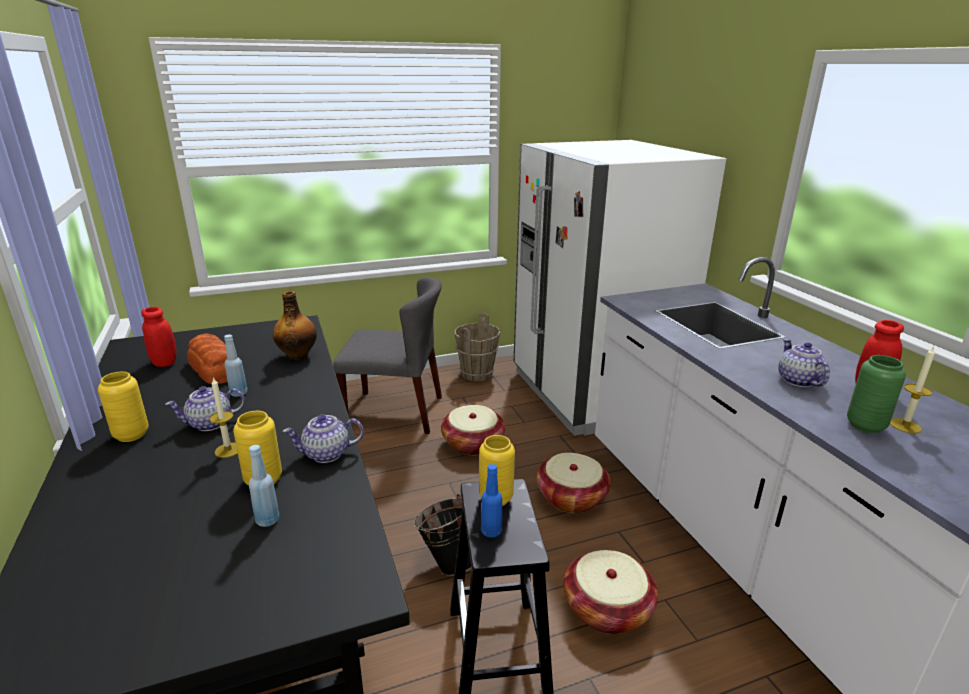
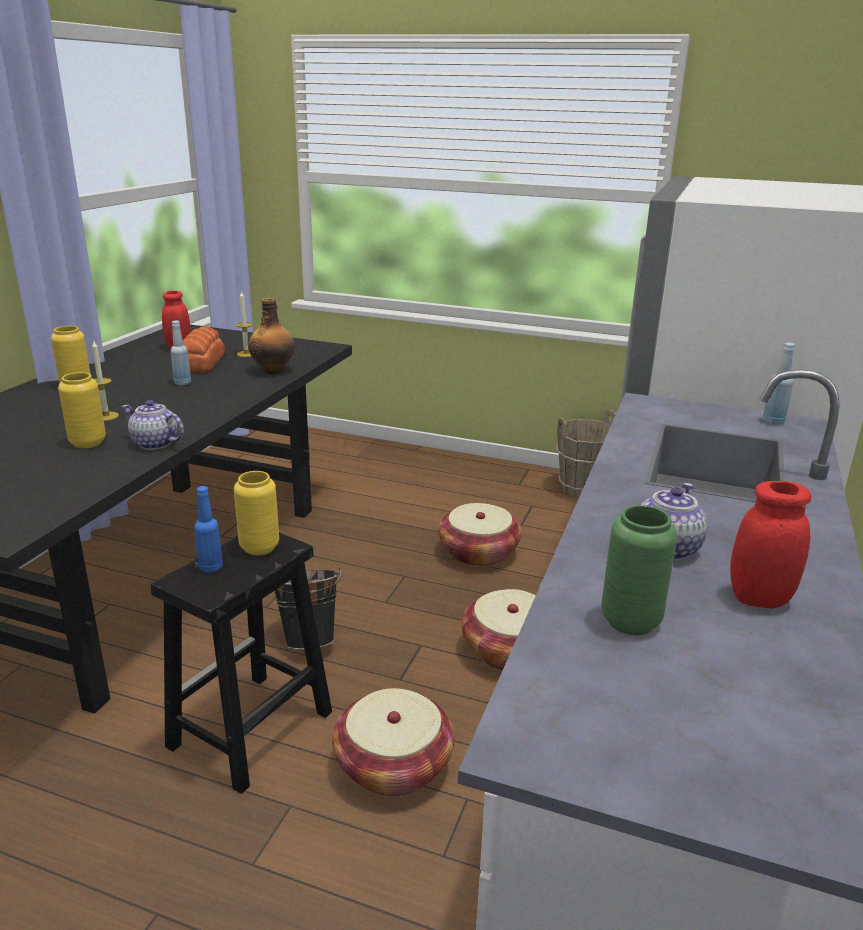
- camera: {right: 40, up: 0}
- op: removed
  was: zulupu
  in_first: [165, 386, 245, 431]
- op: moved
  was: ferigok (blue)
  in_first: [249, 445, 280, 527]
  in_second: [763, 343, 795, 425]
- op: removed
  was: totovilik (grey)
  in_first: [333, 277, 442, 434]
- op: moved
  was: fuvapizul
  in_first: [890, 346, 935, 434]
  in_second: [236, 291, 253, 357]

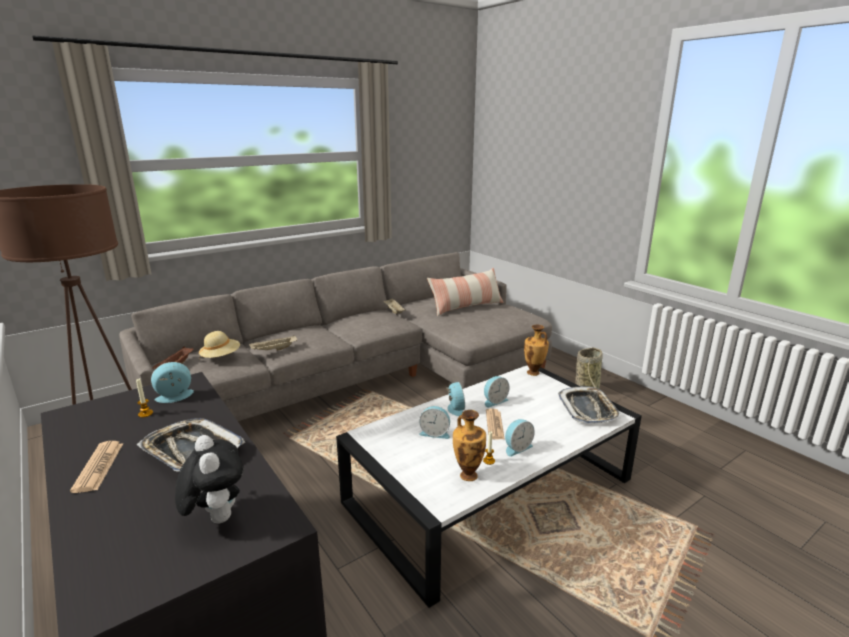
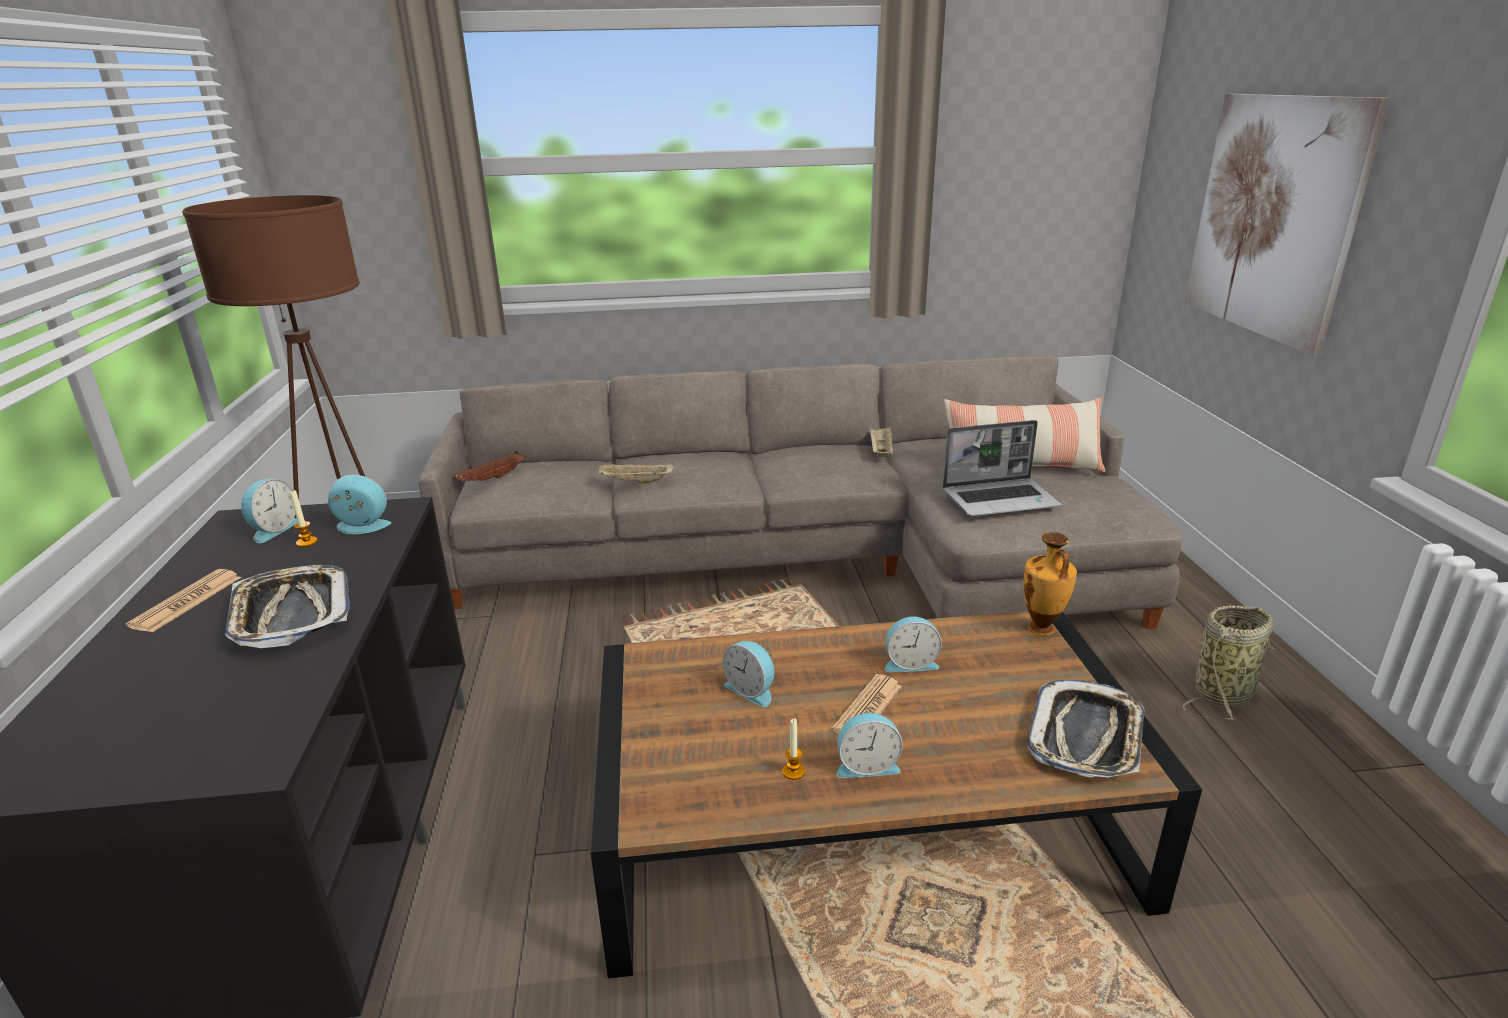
- camera: {right: 30, up: 5}
- op: removed
  was: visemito
  in_first: [175, 435, 244, 524]
- op: removed
  was: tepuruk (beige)
  in_first: [199, 331, 240, 360]
- op: recoloured
  was: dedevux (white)
  now: dedevux (brown)
  in_first: [336, 365, 642, 608]
  in_second: [590, 611, 1202, 979]
- op: moved
  was: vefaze
  in_first: [446, 382, 465, 416]
  in_second: [241, 479, 298, 543]
- op: removed
  was: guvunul
  in_first: [453, 410, 486, 481]
- op: added
  now: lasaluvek
  in_second: [943, 420, 1061, 516]
- op: added
  now: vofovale
  in_second: [1185, 94, 1390, 356]

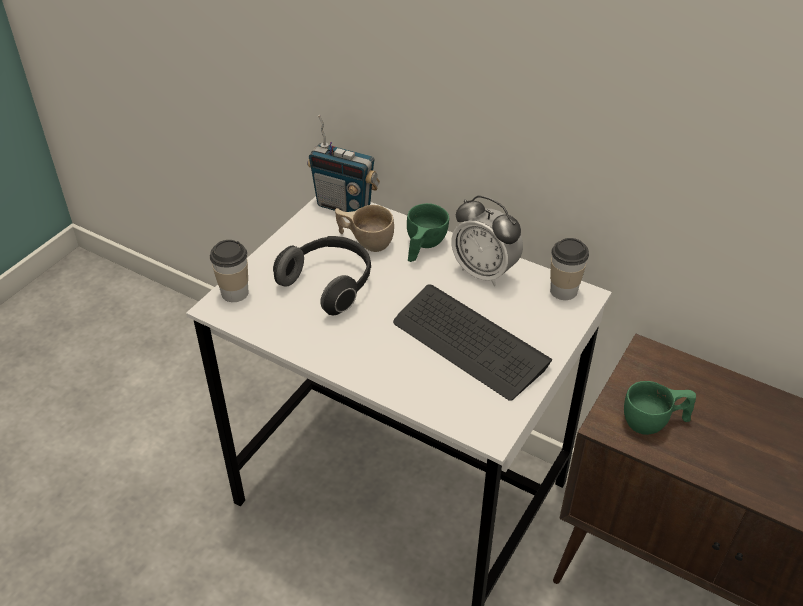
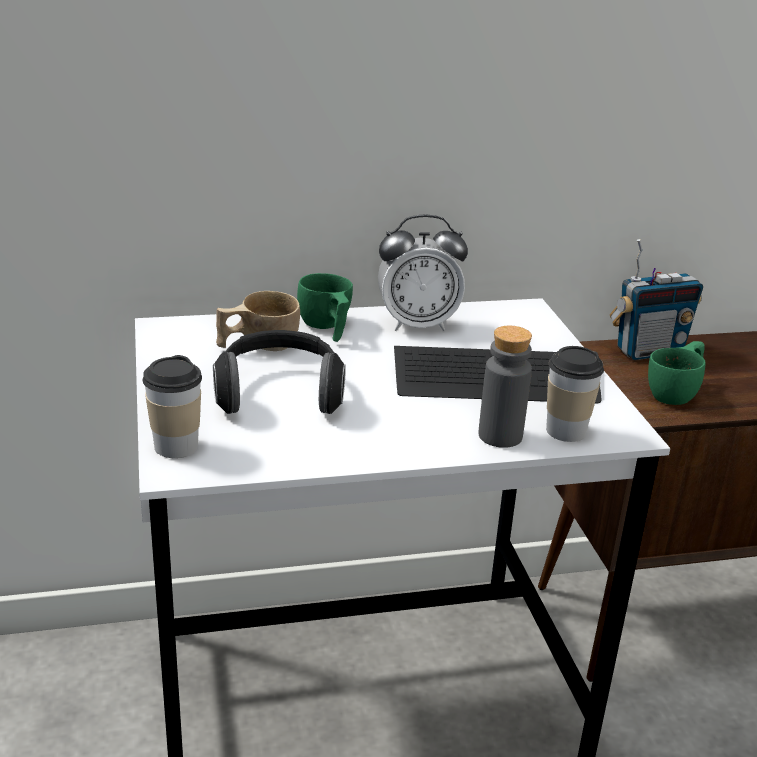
- camera: {right: -45, up: -15}
- op: moved
  was: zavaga
  in_first: [307, 115, 380, 212]
  in_second: [610, 239, 703, 360]
- op: moved
  was: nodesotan
  in_first: [550, 238, 589, 300]
  in_second: [546, 346, 604, 442]
- op: added
  now: ferigok (grey)
  in_second: [478, 325, 532, 448]

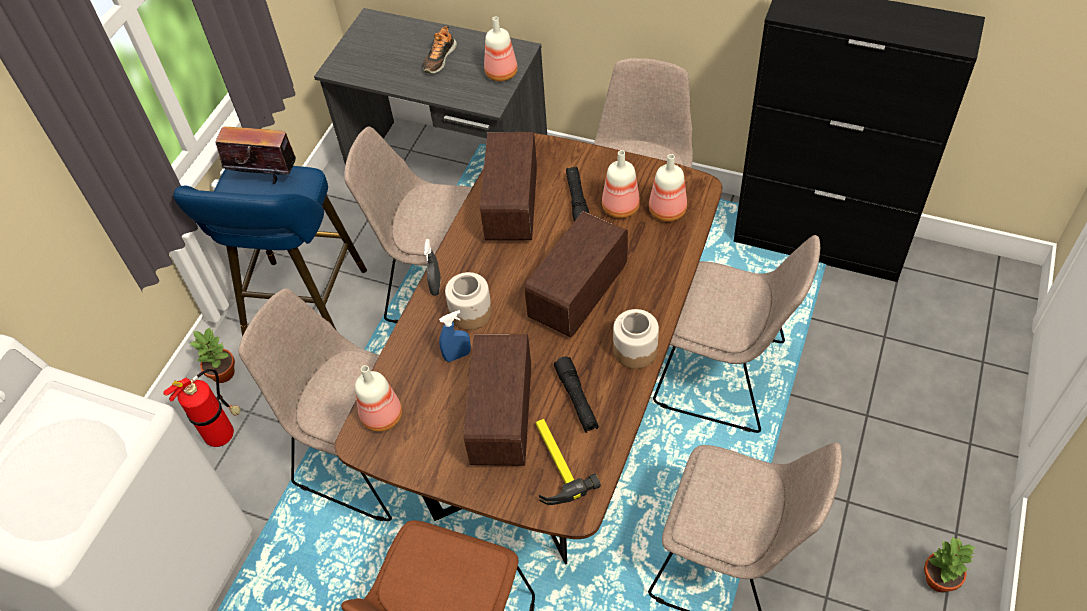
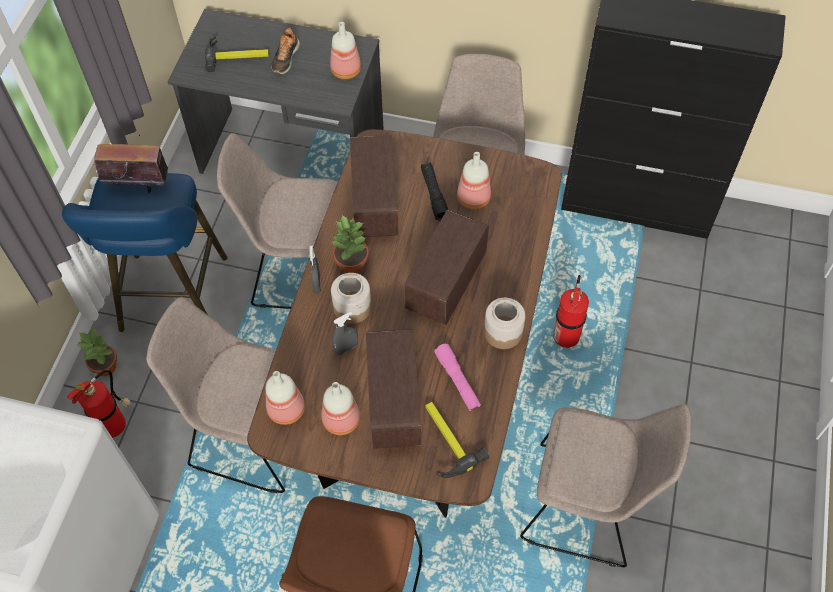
- camera: {right: -10, up: 5}
- op: recoloured
  was: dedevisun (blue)
  now: dedevisun (grey)
  in_first: [439, 310, 471, 362]
  in_second: [332, 312, 358, 355]
- op: recoloured
  was: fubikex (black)
  now: fubikex (pink)
  in_first: [554, 356, 599, 433]
  in_second: [434, 344, 481, 411]
- op: moved
  was: ferigok
  in_first: [649, 154, 687, 222]
  in_second: [321, 382, 360, 435]
- op: replaced
  was: totovilik (beige)
  now: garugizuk
  in_first: [653, 235, 820, 433]
  in_second: [553, 275, 589, 348]
- op: moved
  was: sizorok
  in_first: [924, 536, 976, 593]
  in_second: [331, 215, 369, 273]
- op: added
  now: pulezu
  in_second: [205, 36, 269, 72]

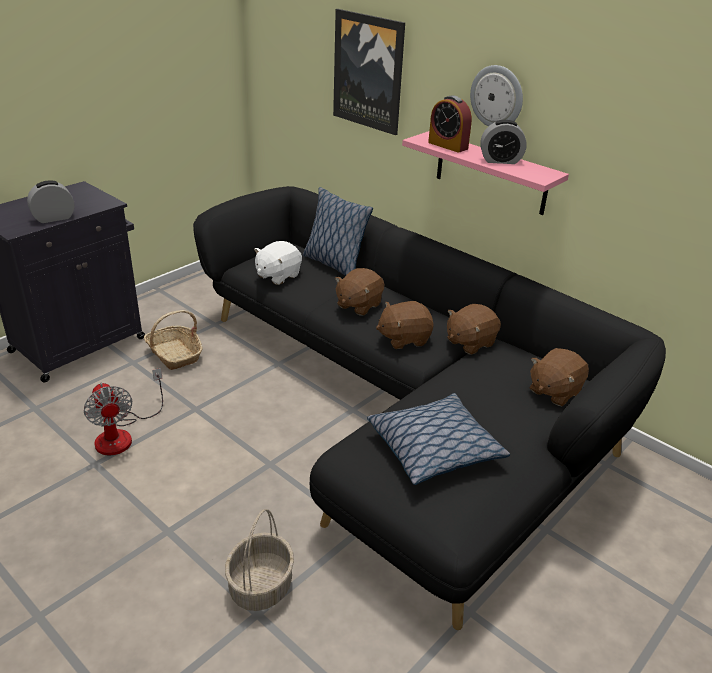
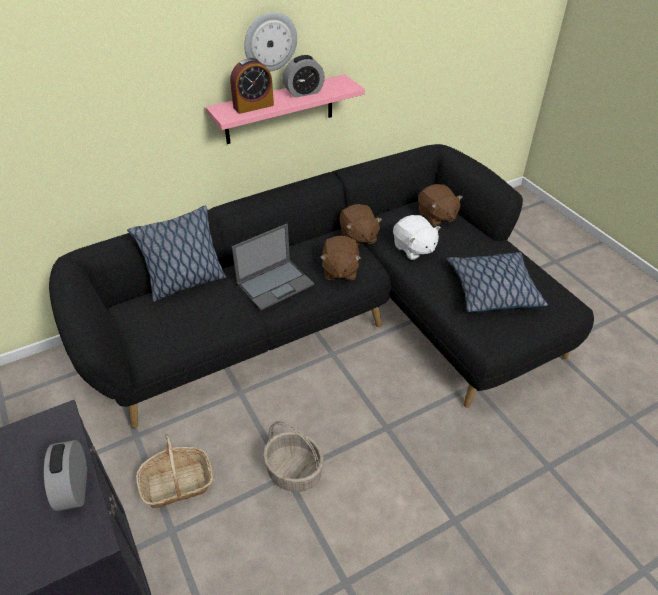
- camera: {right: -70, up: 10}
- op: removed
  was: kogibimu
  in_first: [83, 368, 163, 455]
- op: moved
  was: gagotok
  in_first: [225, 509, 294, 611]
  in_second: [263, 421, 324, 492]
- op: moved
  was: visemito (white)
  in_first: [254, 241, 302, 285]
  in_second: [393, 215, 441, 260]
- op: removed
  was: vofovale
  in_first: [333, 9, 405, 135]
- op: replaced
  was: visemito (brown)
  now: lasaluvek
  in_first: [335, 268, 385, 316]
  in_second: [232, 224, 314, 310]
- op: turned
  was: vefaze
  in_first: [480, 120, 527, 164]
  in_second: [283, 55, 325, 98]
  clockwise: 45

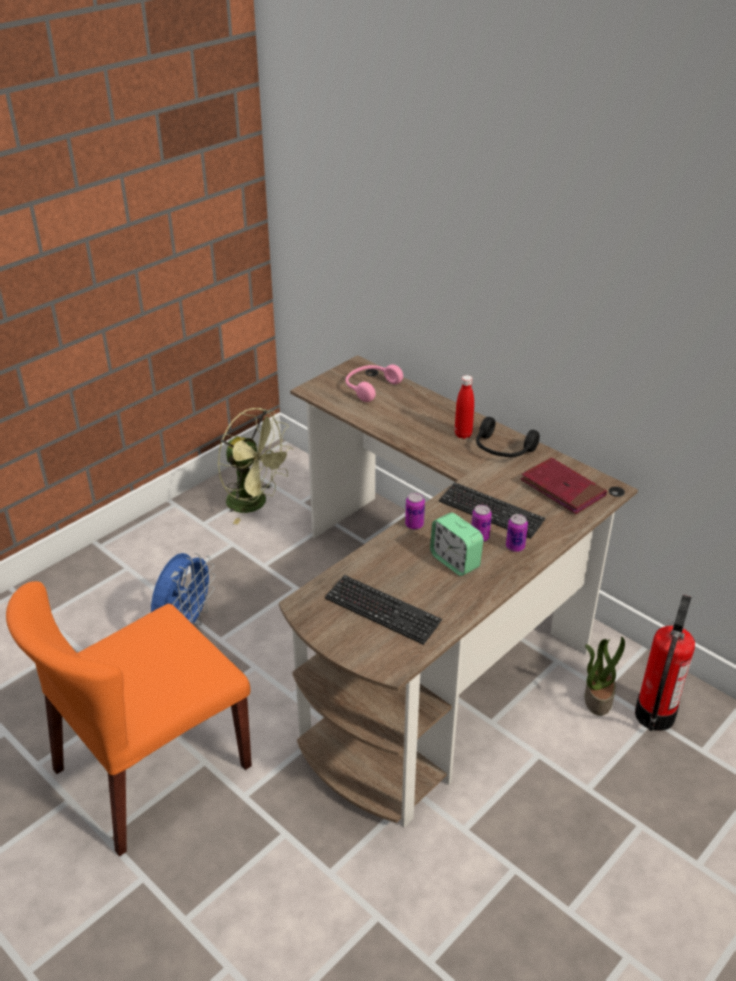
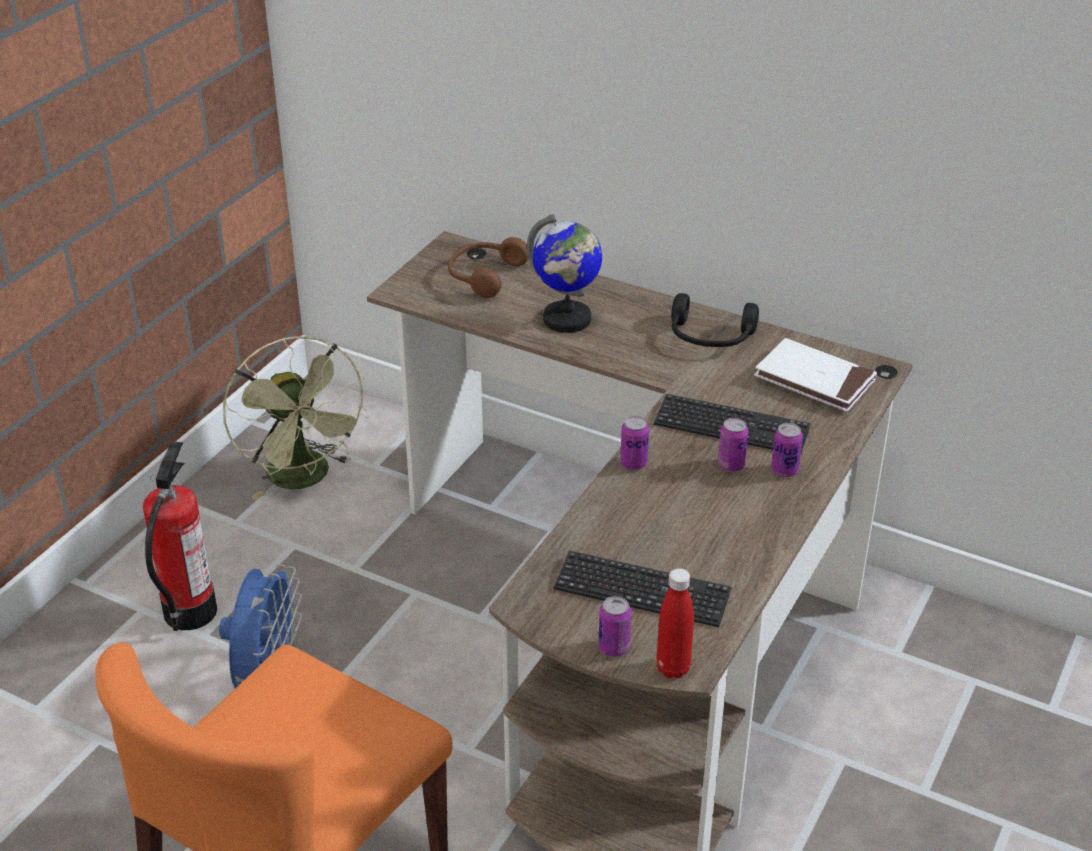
- camera: {right: -15, up: 0}
- op: turned
  was: kogibimu (green)
  in_first: [218, 408, 294, 524]
  in_second: [223, 336, 369, 500]
  clockwise: 45
- op: recoloured
  was: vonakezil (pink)
  now: vonakezil (brown)
  in_first: [346, 364, 403, 402]
  in_second: [448, 237, 529, 298]
- op: removed
  was: vefaze
  in_first: [430, 512, 484, 576]
- op: moved
  was: ferigok (red)
  in_first: [455, 375, 474, 439]
  in_second: [656, 568, 694, 679]
- op: recoloured
  was: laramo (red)
  now: laramo (white)
  in_first: [521, 458, 607, 514]
  in_second: [754, 338, 877, 412]
- op: removed
  was: sizorok
  in_first: [584, 637, 625, 716]
- op: moved
  was: garugizuk
  in_first: [635, 595, 695, 731]
  in_second: [143, 441, 217, 631]
- op: added
  now: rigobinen
  in_second: [527, 214, 602, 333]
- op: added
  now: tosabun
  in_second: [599, 596, 632, 657]

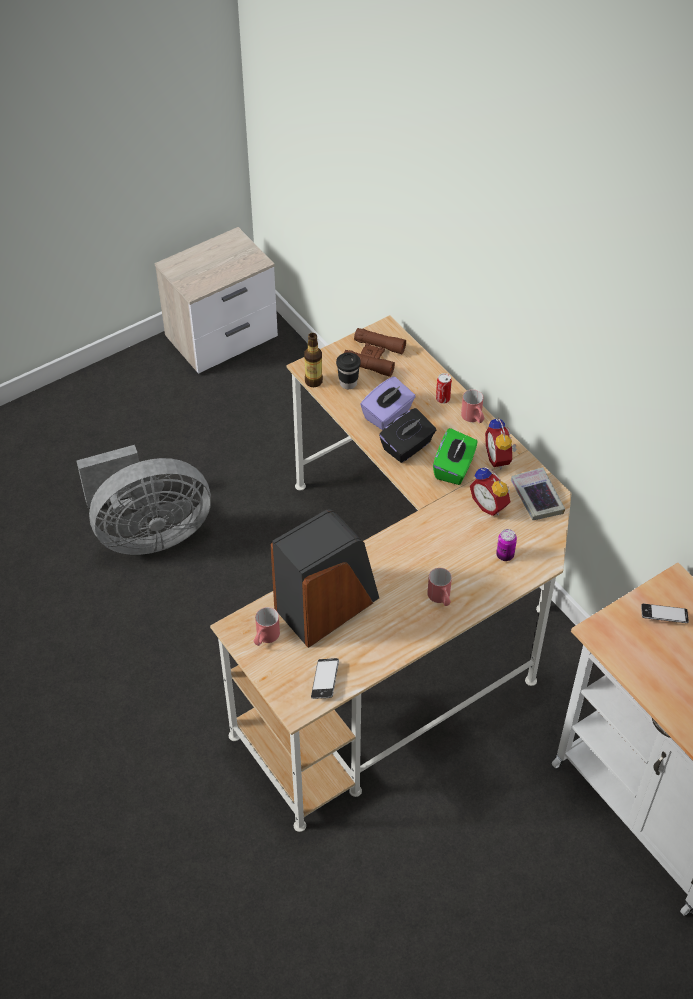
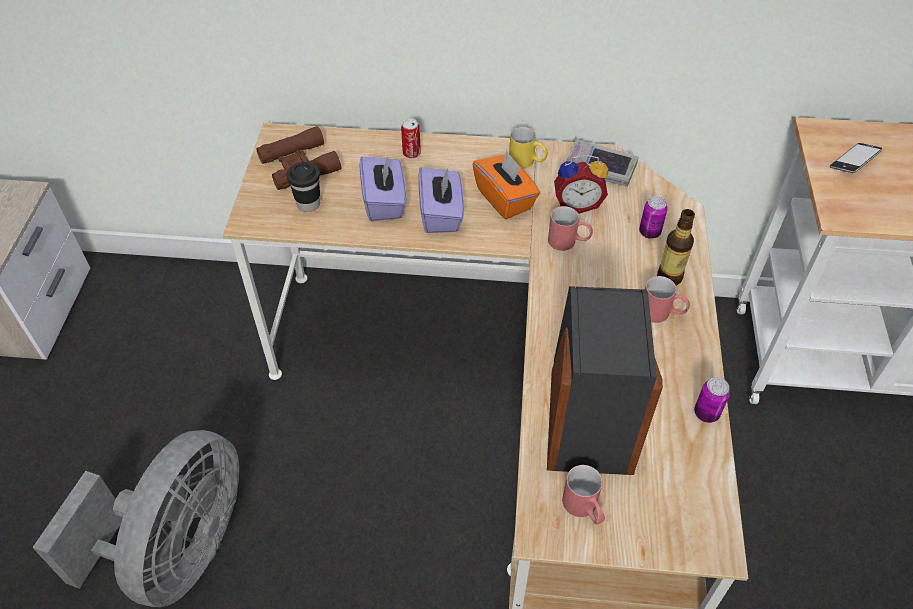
- camera: {right: -50, up: 0}
- op: moved
  was: ferigok
  in_first: [304, 333, 323, 387]
  in_second: [657, 209, 695, 286]
- op: removed
  was: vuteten
  in_first: [311, 658, 339, 699]
- op: recoloured
  was: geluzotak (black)
  now: geluzotak (purple)
  in_first: [379, 408, 436, 463]
  in_second: [418, 167, 464, 233]
- op: recoloured
  was: geluzotak (green)
  now: geluzotak (orange)
  in_first: [433, 428, 478, 485]
  in_second: [472, 151, 540, 219]
- op: moved
  was: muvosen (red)
  in_first: [461, 389, 485, 423]
  in_second: [548, 206, 593, 251]
- op: replaced
  was: vefaze
  now: muvosen (yellow)
  in_first: [485, 417, 517, 469]
  in_second: [509, 127, 548, 169]
- op: added
  now: tosabun
  in_second: [694, 377, 730, 423]

